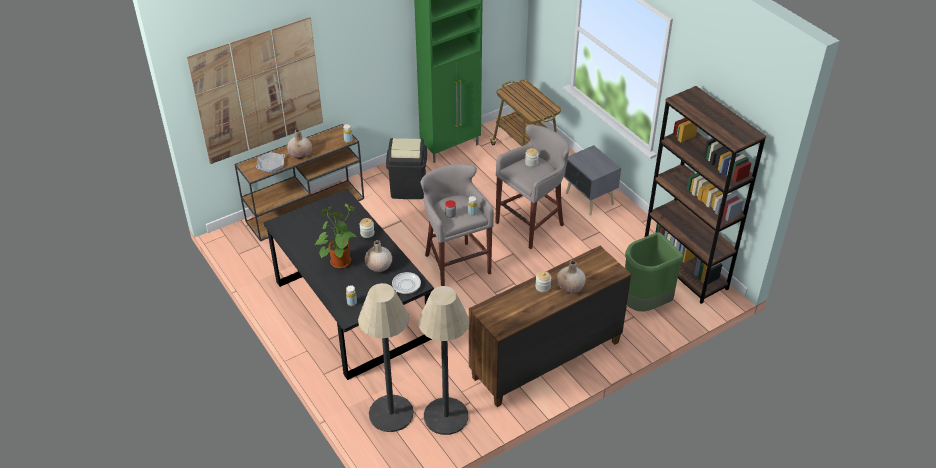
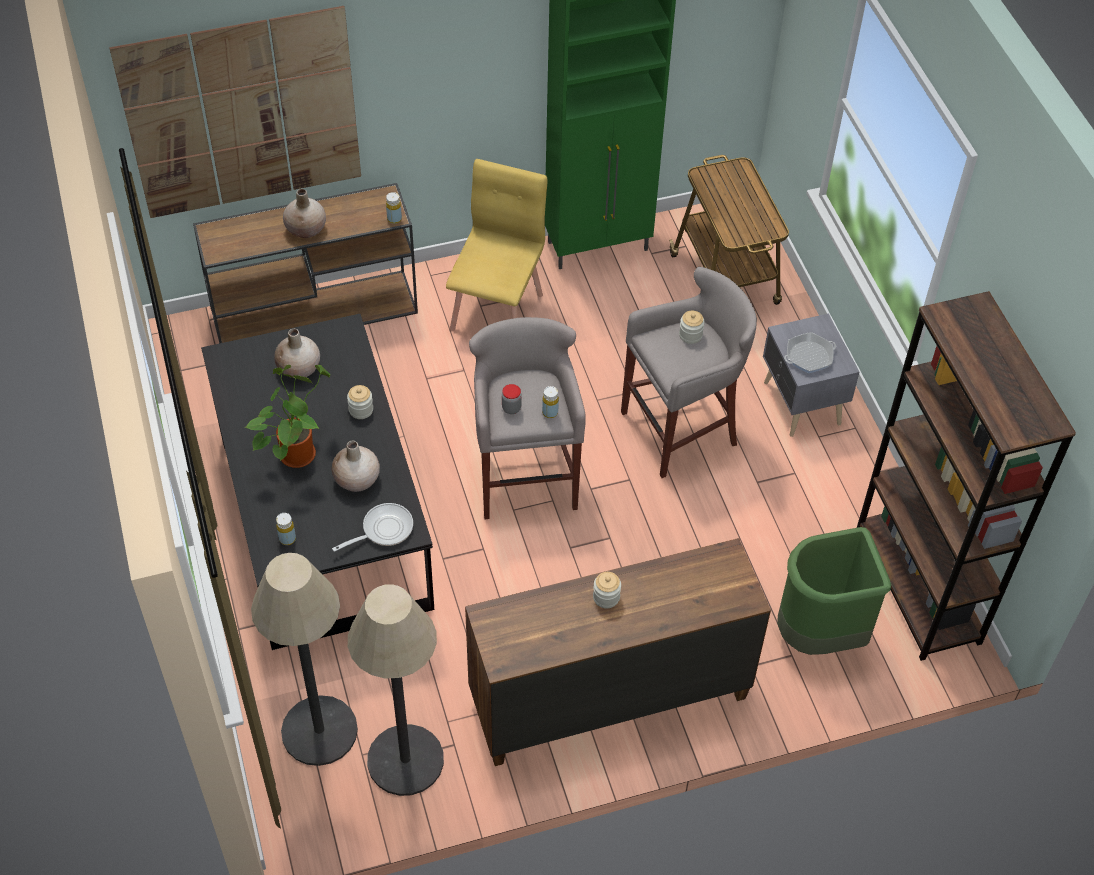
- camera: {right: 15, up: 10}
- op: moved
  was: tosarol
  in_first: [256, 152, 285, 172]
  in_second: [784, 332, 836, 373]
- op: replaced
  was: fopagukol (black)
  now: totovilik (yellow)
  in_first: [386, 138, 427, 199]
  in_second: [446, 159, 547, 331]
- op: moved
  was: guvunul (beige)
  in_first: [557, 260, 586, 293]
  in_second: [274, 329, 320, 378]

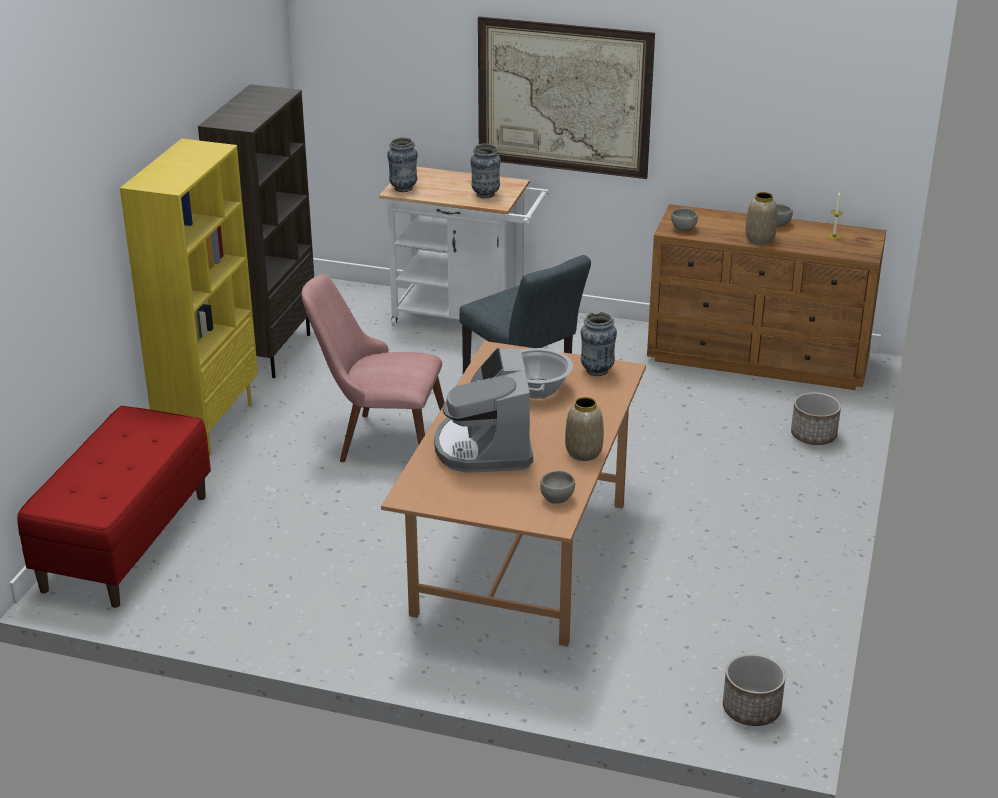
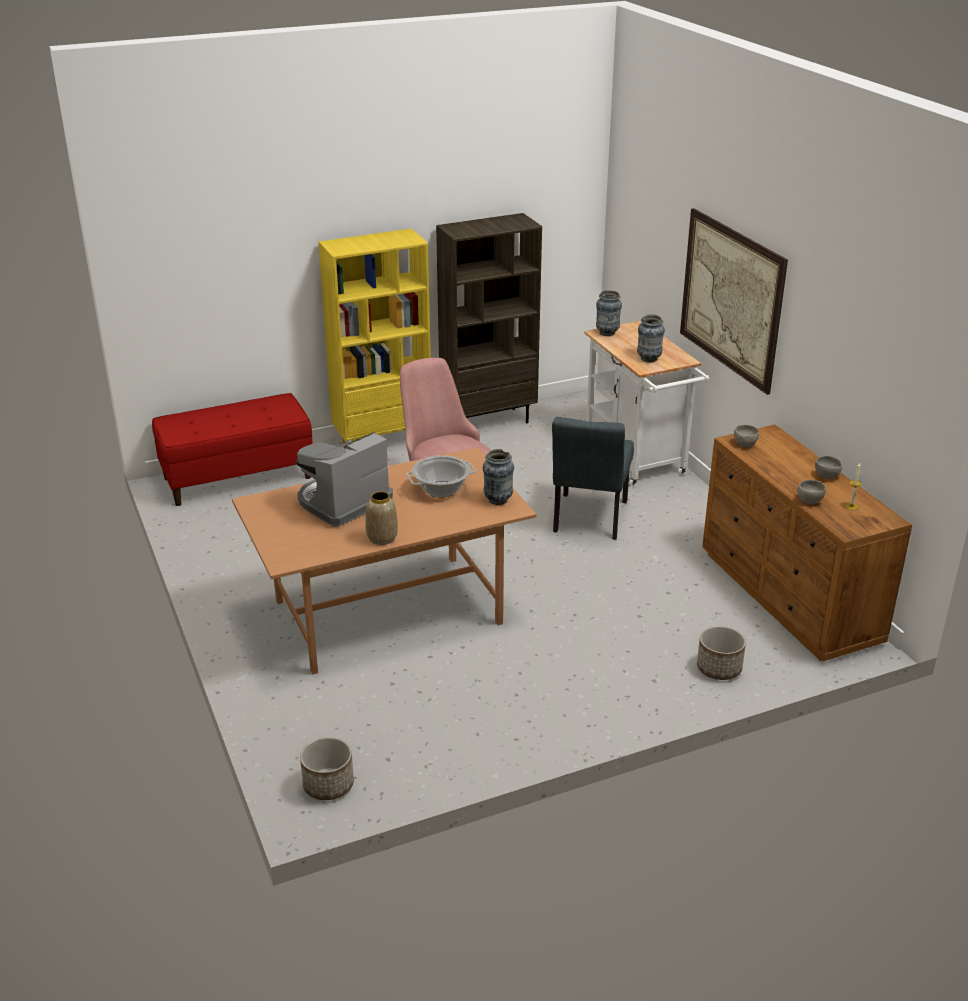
- camera: {right: 50, up: 0}
- op: moved
  was: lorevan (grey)
  in_first: [540, 471, 575, 504]
  in_second: [797, 480, 826, 504]
- op: removed
  was: guvunul
  in_first: [746, 192, 778, 245]

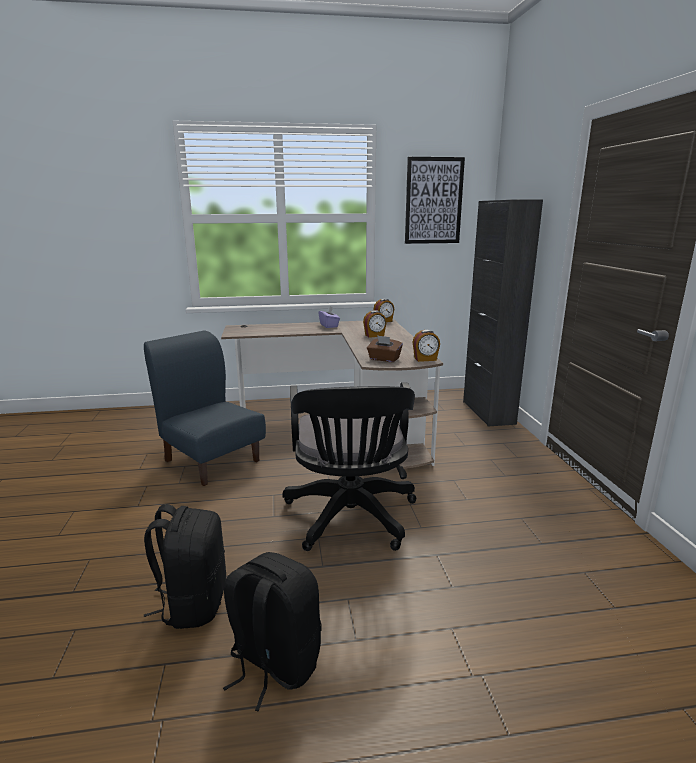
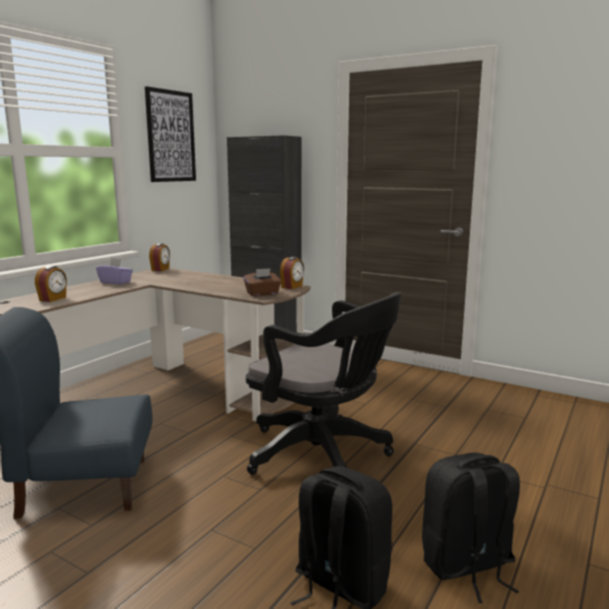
- camera: {right: -50, up: -5}
- op: moved
  was: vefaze
  in_first: [363, 310, 387, 338]
  in_second: [35, 266, 67, 302]

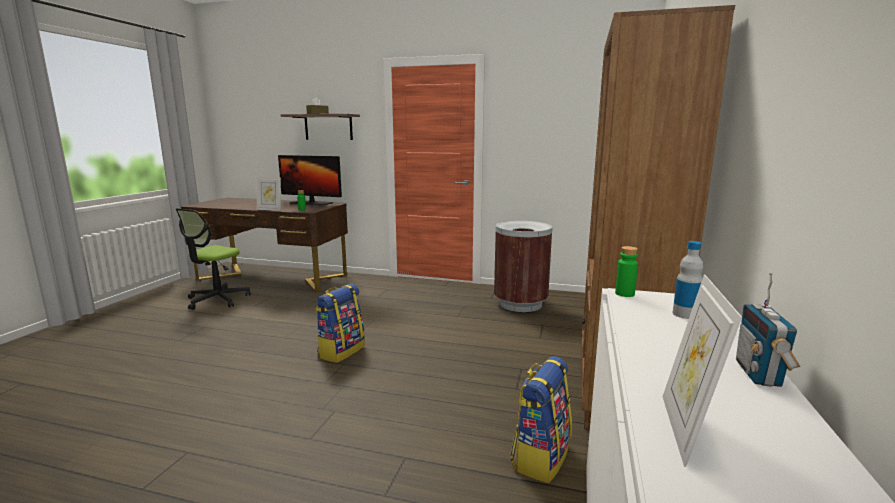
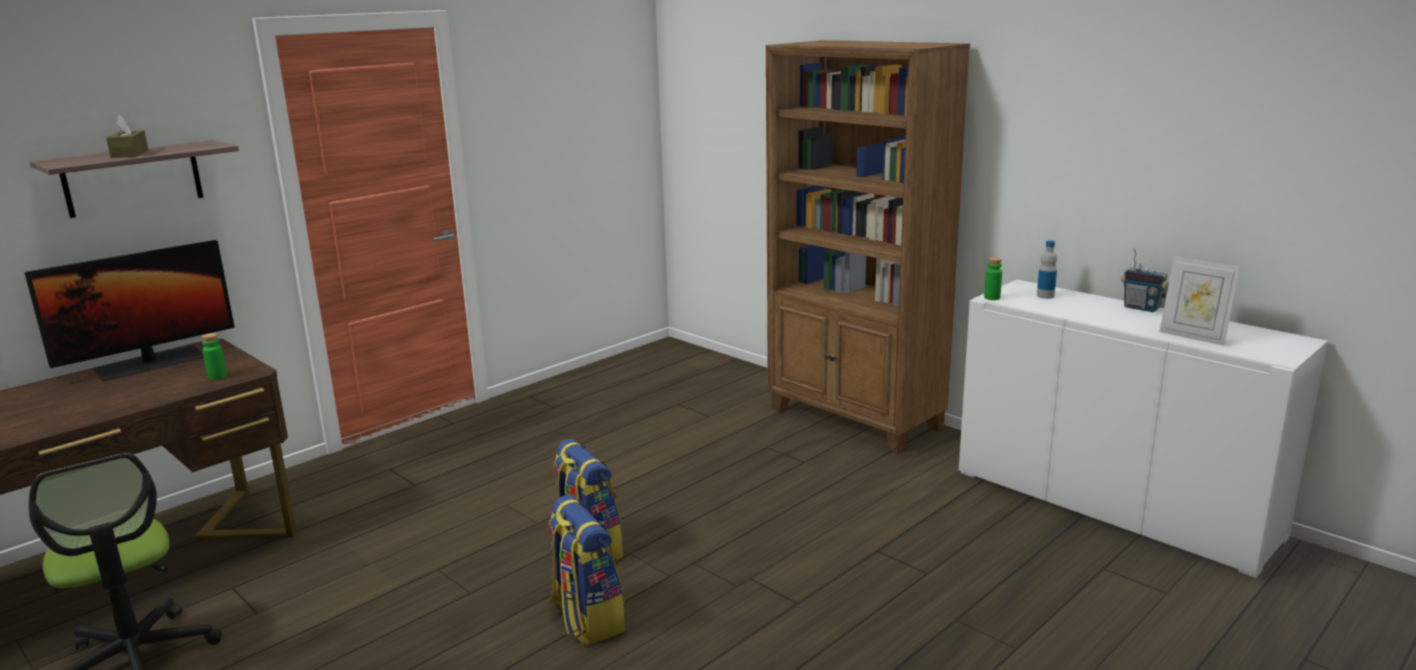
- camera: {right: -60, up: 5}
- op: removed
  was: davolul
  in_first: [257, 177, 281, 211]
- op: removed
  was: fopagukol (brown)
  in_first: [494, 221, 552, 312]
- op: moved
  was: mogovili
  in_first: [510, 356, 572, 483]
  in_second: [548, 495, 625, 645]

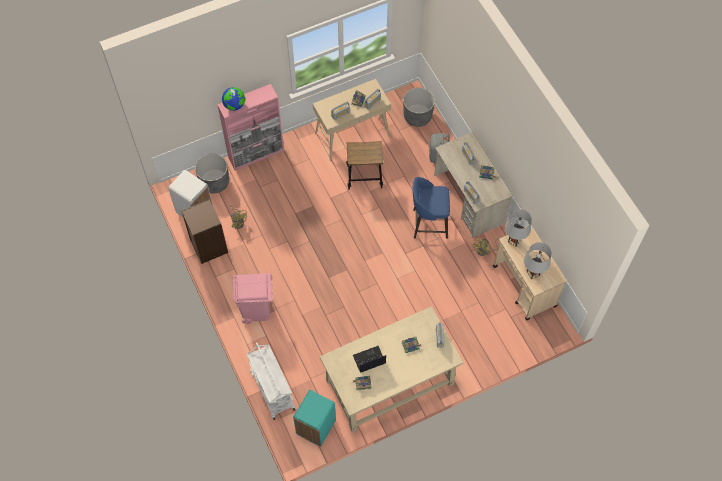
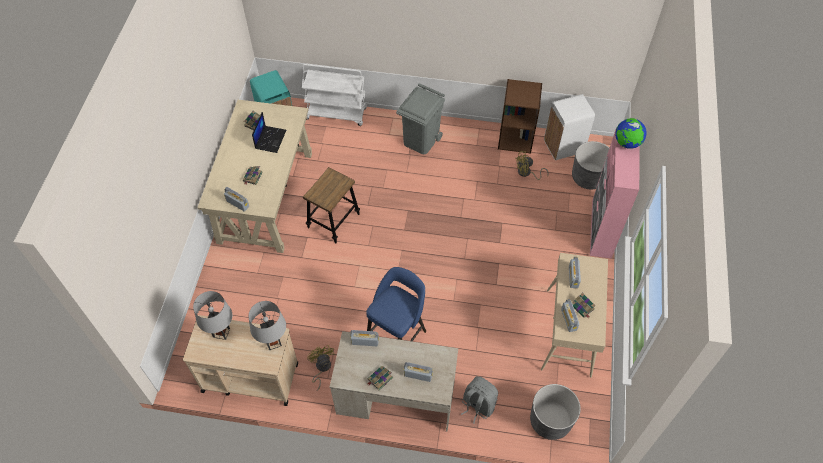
- camera: {right: 125, up: -5}
- op: recoloured
  was: fopagukol (pink)
  now: fopagukol (grey)
  in_first: [232, 273, 273, 324]
  in_second: [396, 83, 445, 154]
- op: moved
  was: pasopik
  in_first: [346, 141, 383, 190]
  in_second: [303, 167, 360, 244]

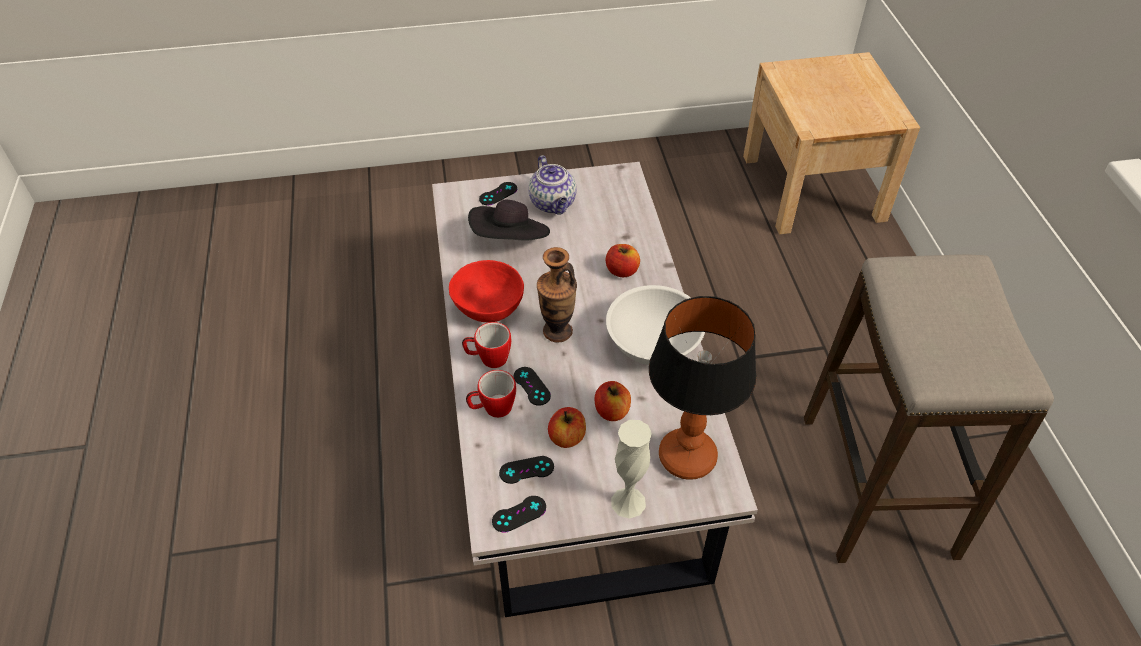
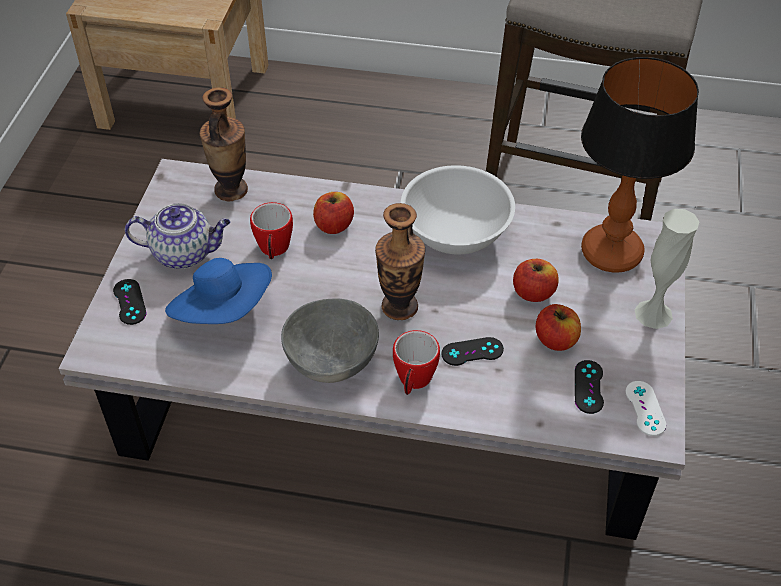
- camera: {right: -70, up: 0}
- op: recoloured
  was: lorevan (red)
  now: lorevan (grey)
  in_first: [449, 260, 524, 322]
  in_second: [281, 298, 379, 383]
- op: moved
  was: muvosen
  in_first: [466, 370, 516, 418]
  in_second: [250, 202, 293, 259]
- op: recoloured
  was: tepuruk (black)
  now: tepuruk (blue)
  in_first: [468, 200, 550, 241]
  in_second: [165, 258, 272, 324]
- op: recoloured
  was: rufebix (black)
  now: rufebix (white)
  in_first: [492, 496, 546, 533]
  in_second: [625, 381, 666, 436]
- op: added
  now: guvunul
  in_second: [200, 87, 248, 201]

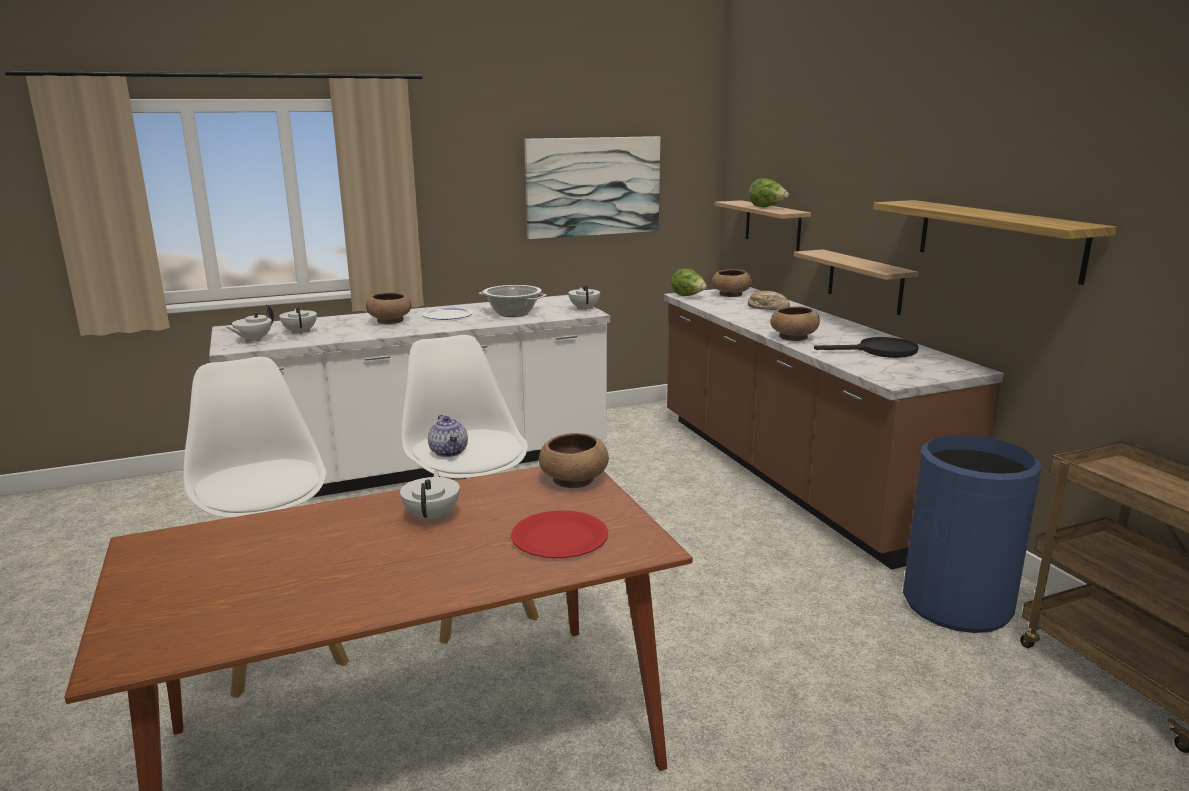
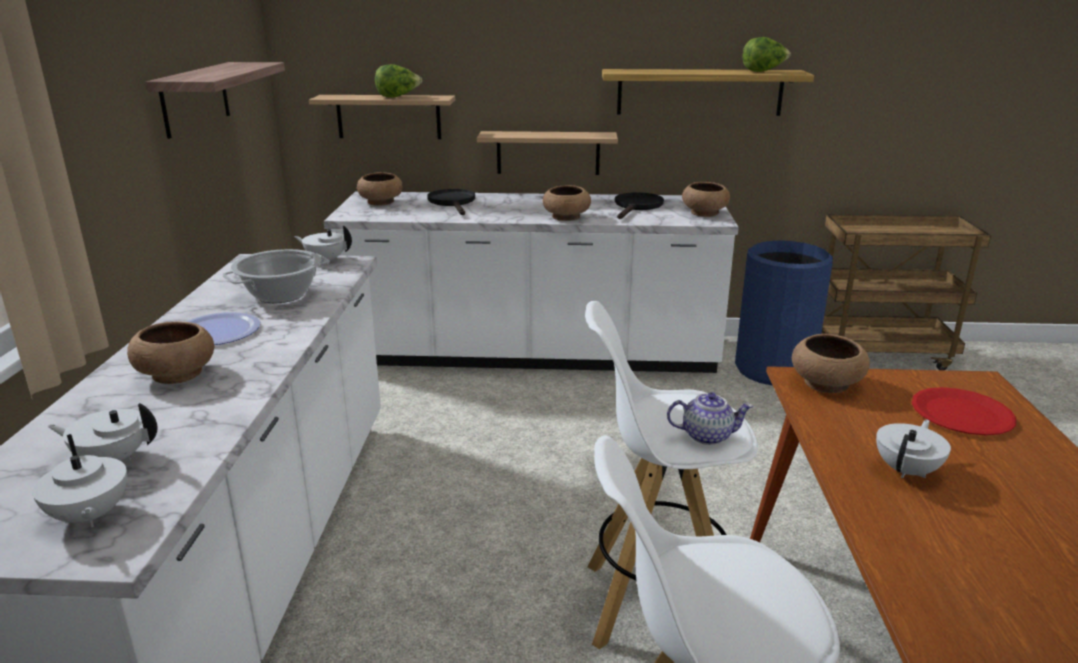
- camera: {right: -65, up: 5}
- op: turned
  was: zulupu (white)
  in_first: [400, 470, 460, 524]
  in_second: [876, 419, 951, 478]
  clockwise: 105
- op: replaced
  was: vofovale
  now: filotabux
  in_first: [524, 136, 660, 239]
  in_second: [146, 62, 285, 139]
- op: recoloured
  was: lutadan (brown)
  now: lutadan (white)
  in_first: [664, 287, 1004, 570]
  in_second: [324, 191, 739, 373]
- op: moved
  was: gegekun
  in_first: [671, 269, 707, 296]
  in_second: [743, 37, 791, 72]
- op: replaced
  was: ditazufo
  now: tosarol (black)
  in_first: [748, 291, 790, 310]
  in_second: [427, 189, 475, 215]
- op: added
  now: lorevan (brown)
  in_second: [682, 182, 730, 217]

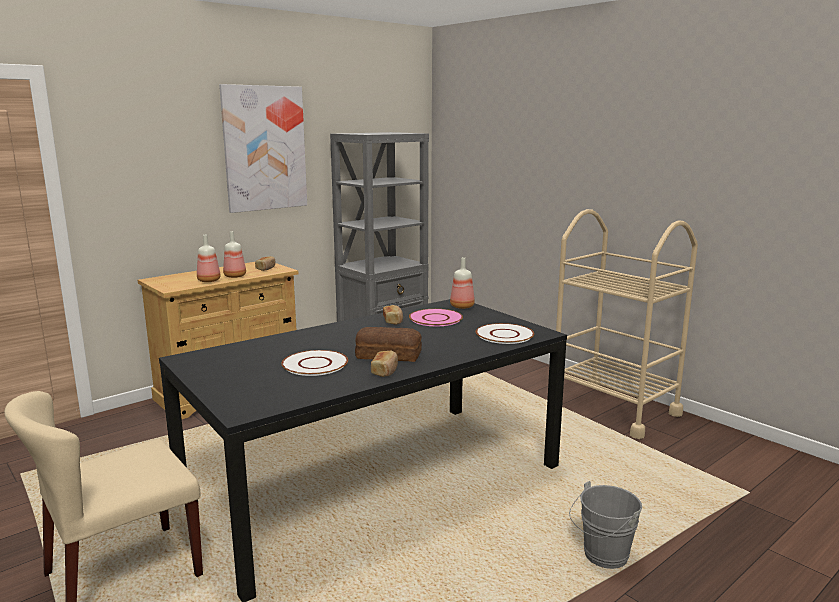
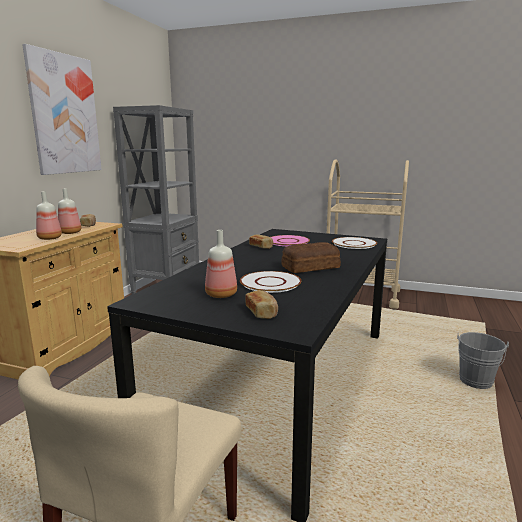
- camera: {right: -30, up: 0}
- op: moved
  was: ditazufo
  in_first: [371, 351, 398, 377]
  in_second: [245, 290, 278, 319]
- op: moved
  was: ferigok
  in_first: [450, 257, 475, 309]
  in_second: [205, 230, 237, 298]

